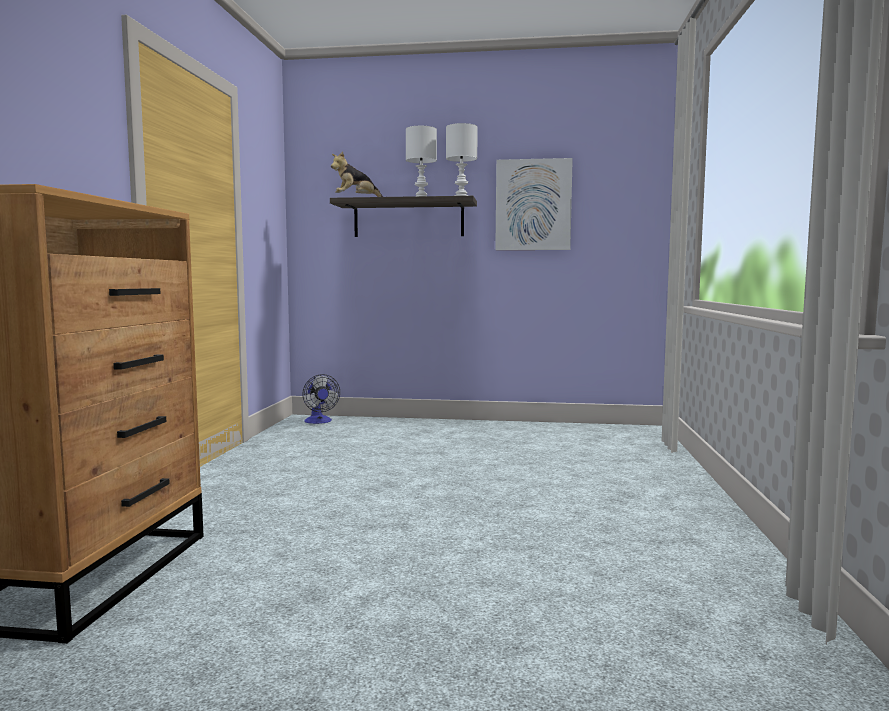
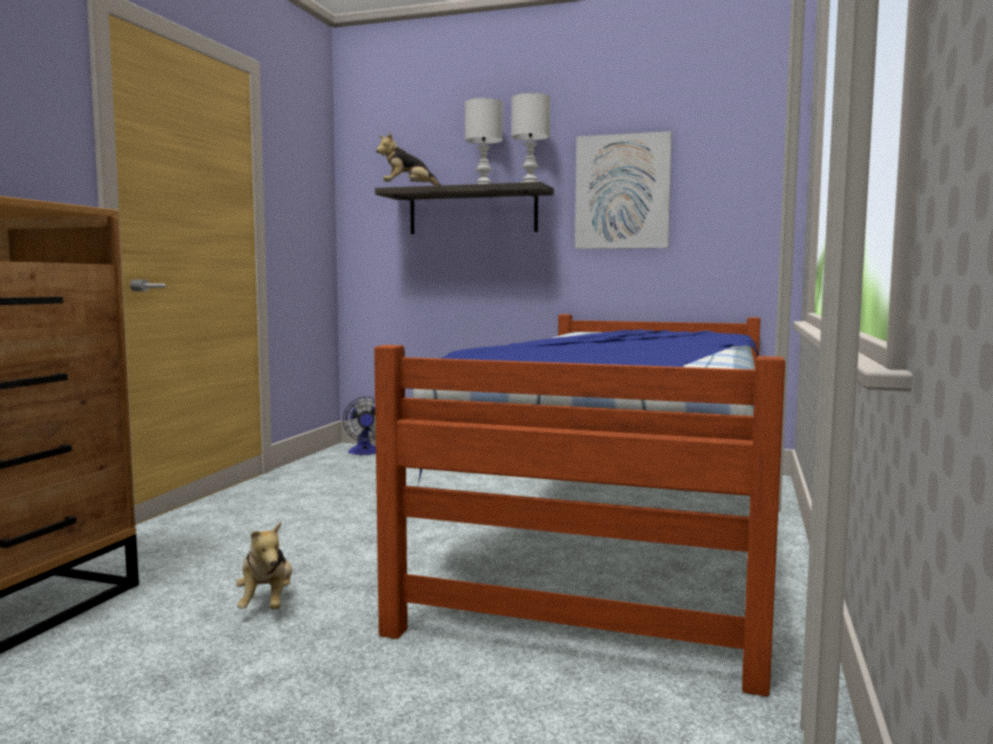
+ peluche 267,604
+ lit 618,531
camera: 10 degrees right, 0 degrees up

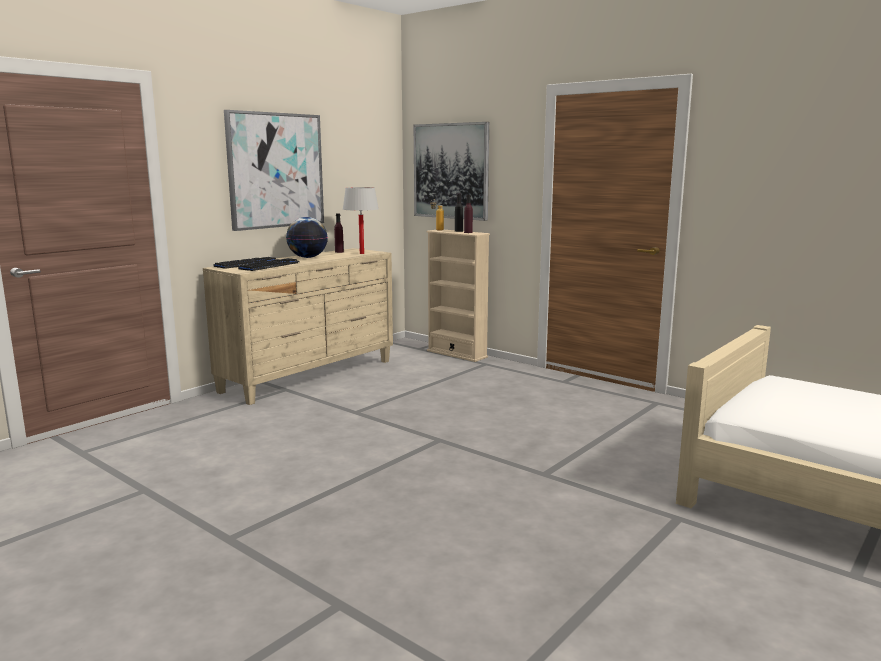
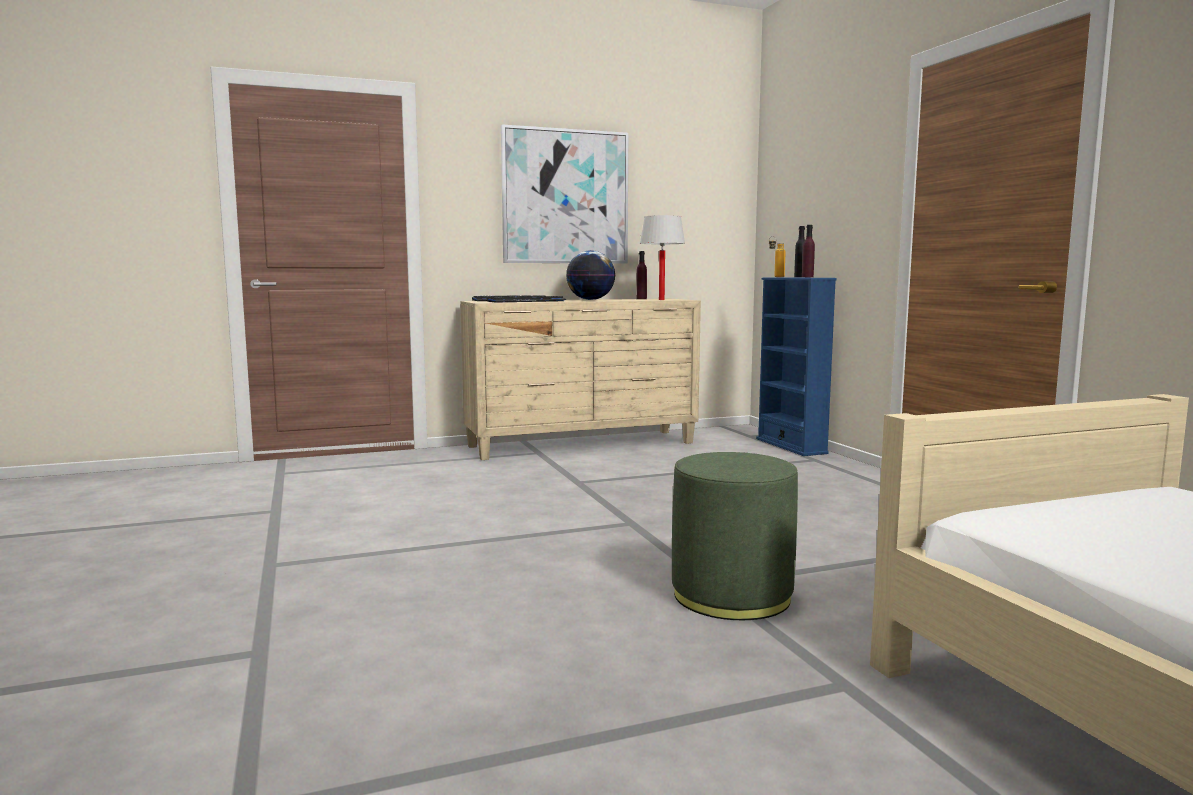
- tableau 451,171
~ bibliothèque/beige 457,354 to bibliothèque/bleu 791,446
+ pouf/vert 731,595
camera: 30 degrees right, 5 degrees down

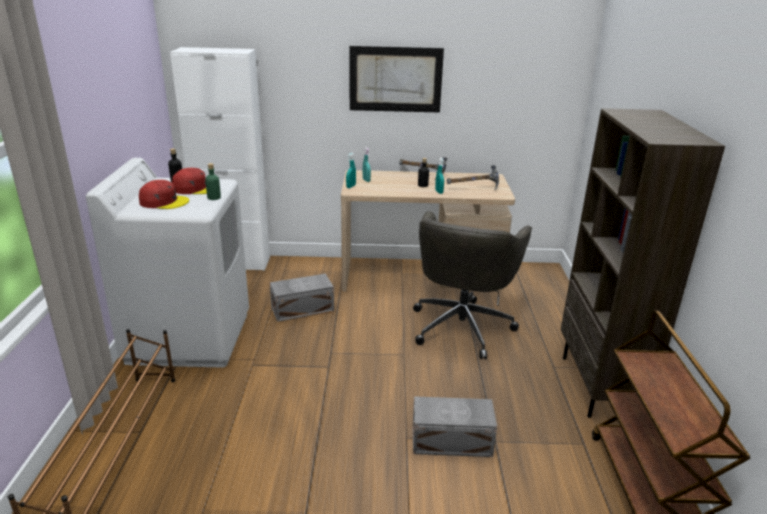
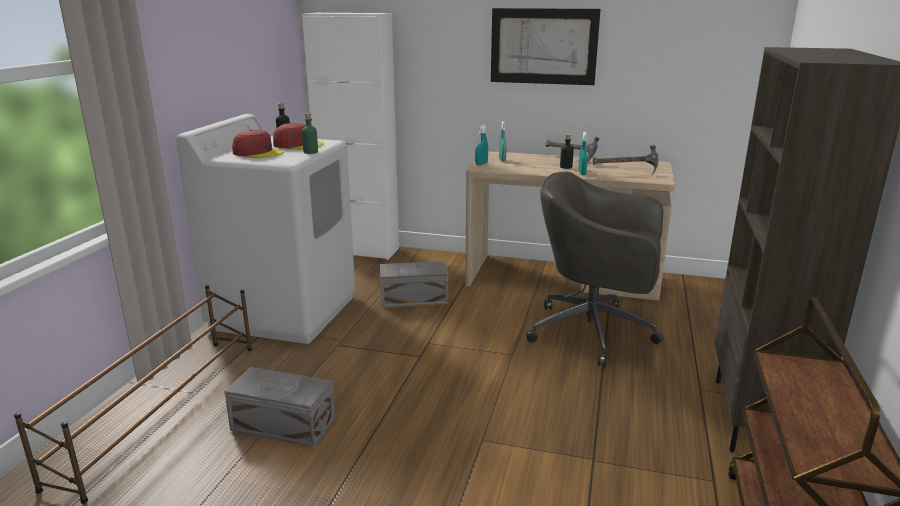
~ chaise de bureau/gris 462,325 = 595,333 75 degrees clockwise
~ boîte de rangement/gris 452,442 to 284,425
camera: 15 degrees right, 5 degrees down

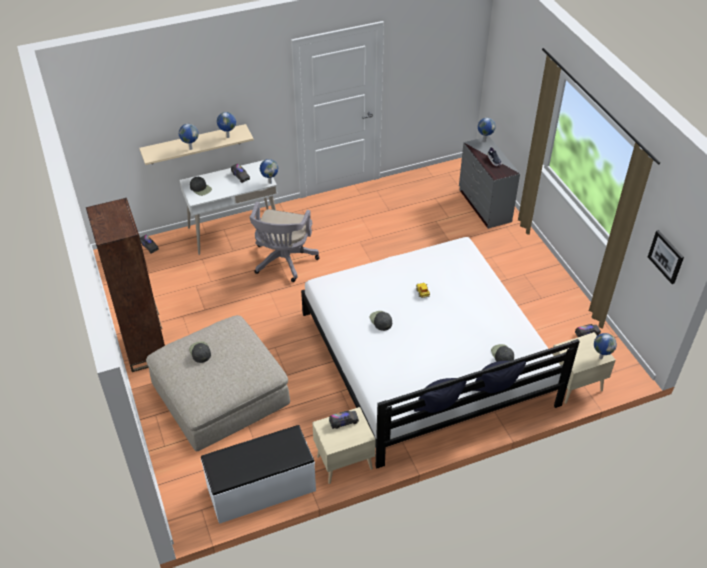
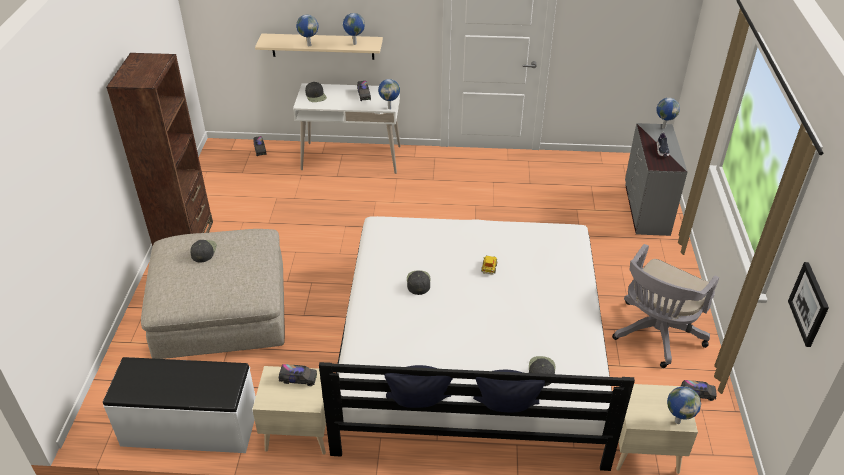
~ chaise de bureau/gris 283,262 to 655,335
camera: 25 degrees right, 5 degrees down

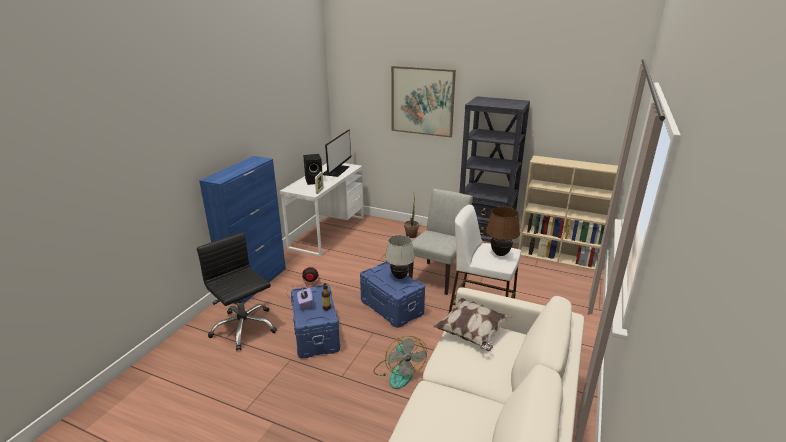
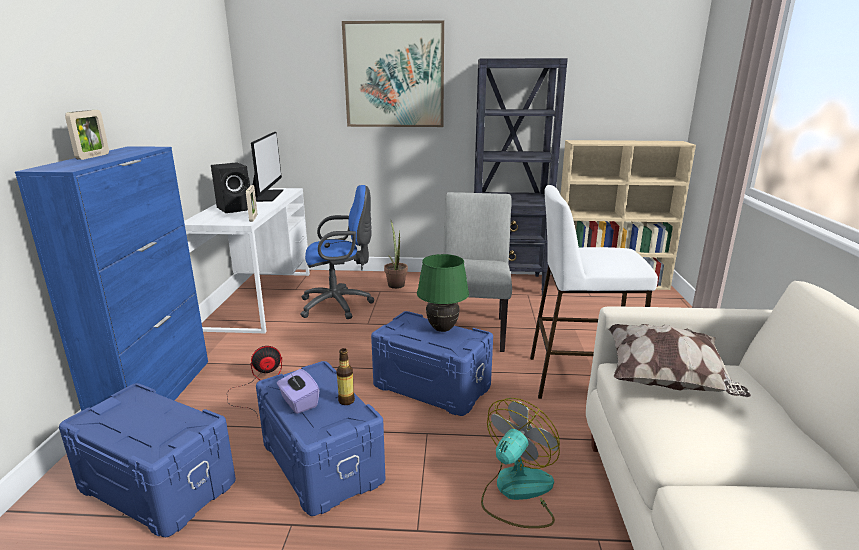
~ chaise de bureau/noir 244,328 to boîte de rangement/bleu 159,484
~ ventilateur 398,372 = 516,492 105 degrees counterclockwise
~ lampe de table/blanc 400,277 to lampe de table/vert 442,329
- lampe de table/marron 500,254
+ cadre photo 93,156
+ chaise de bureau/bleu 340,305
camera: 20 degrees left, 5 degrees down

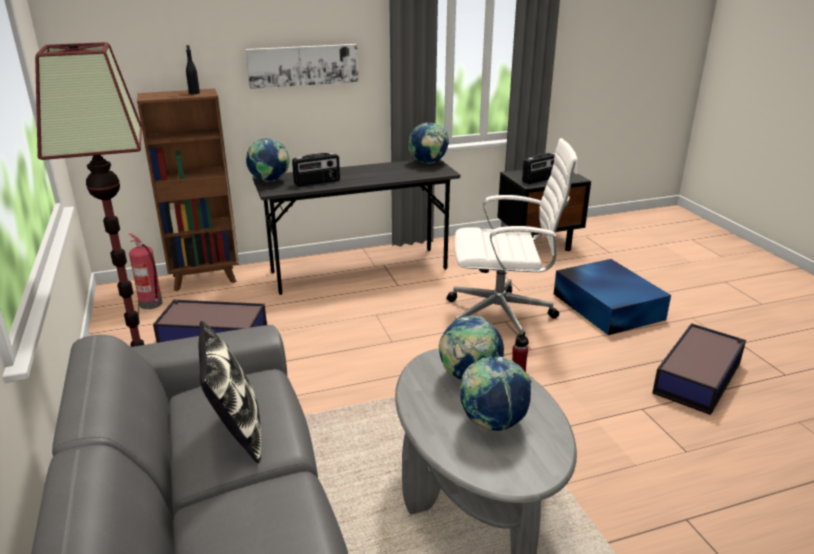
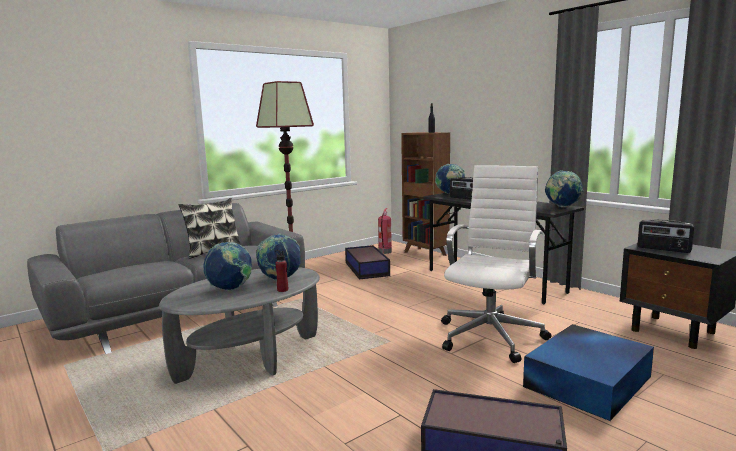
- tableau 303,65
~ chaise de bureau/blanc 502,317 = 491,335 135 degrees counterclockwise
camera: 70 degrees right, 15 degrees down

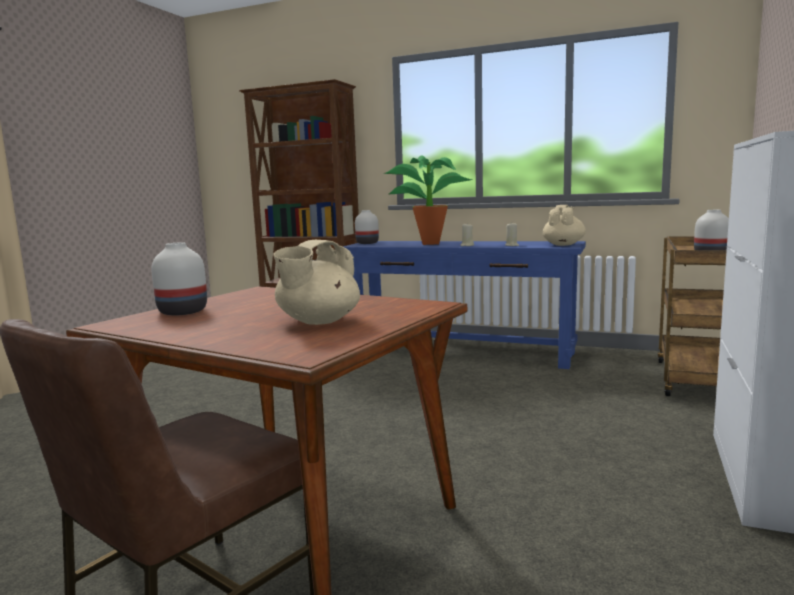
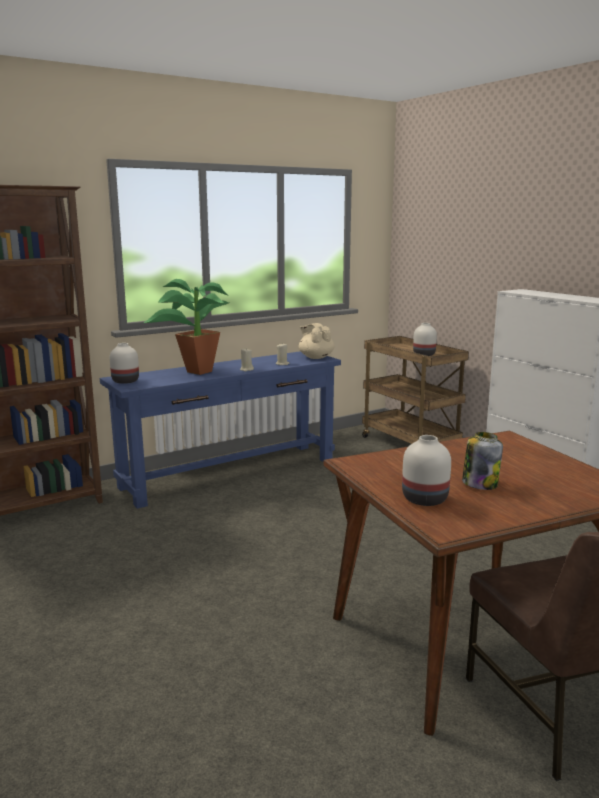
- théière/beige 318,321
+ bocal 479,484
camera: 55 degrees left, 5 degrees up

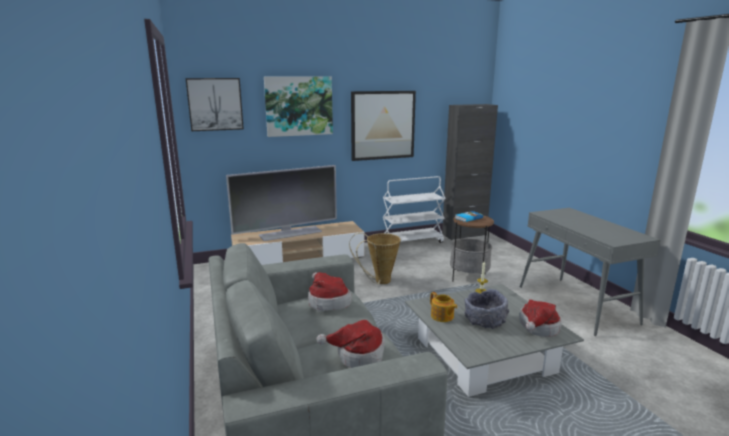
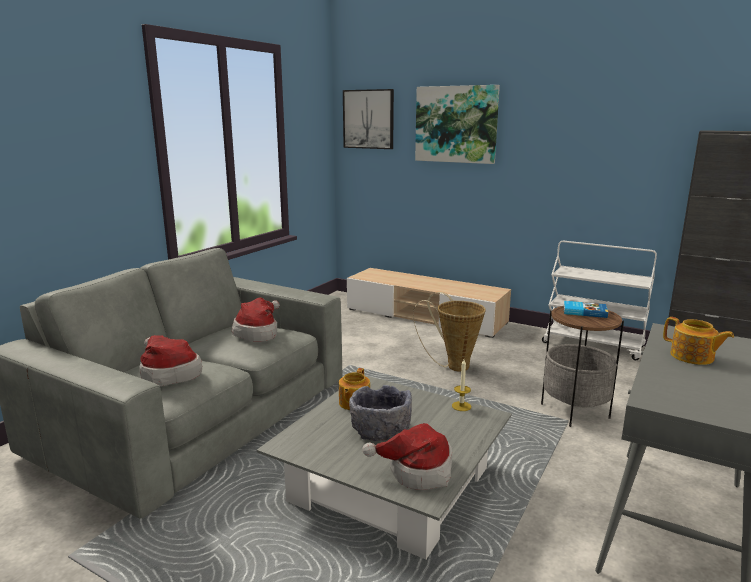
- téléviseur 290,233
- tableau 382,125
+ théière 692,357
camera: 50 degrees right, 0 degrees up

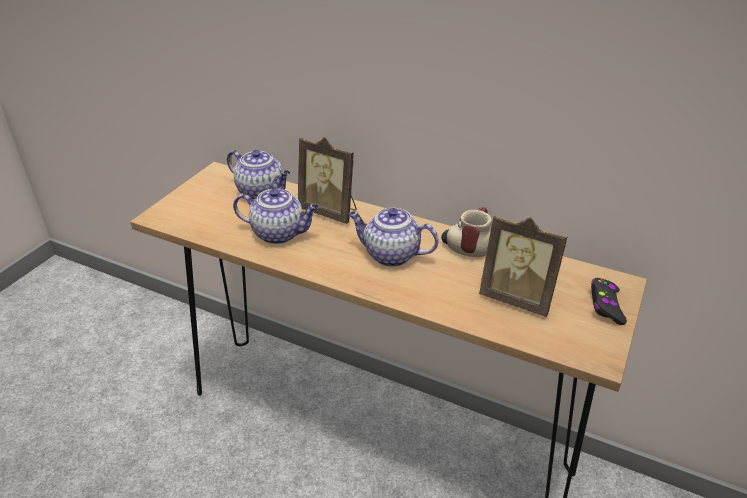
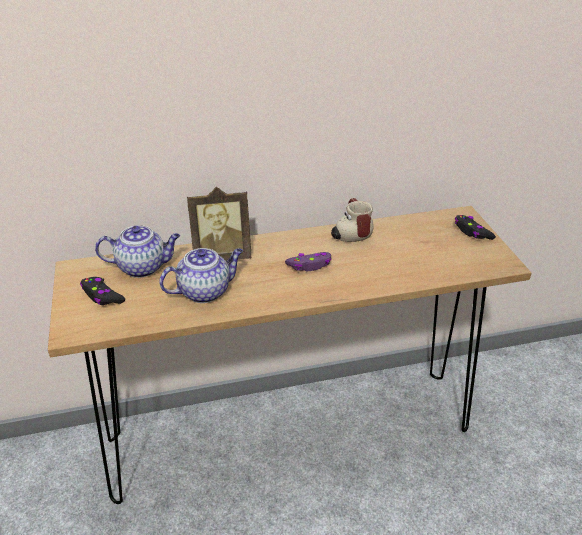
~ théière 390,255 to manette/violet 310,265
- cadre photo 517,298
+ manette/noir 102,296
camera: 40 degrees left, 0 degrees up

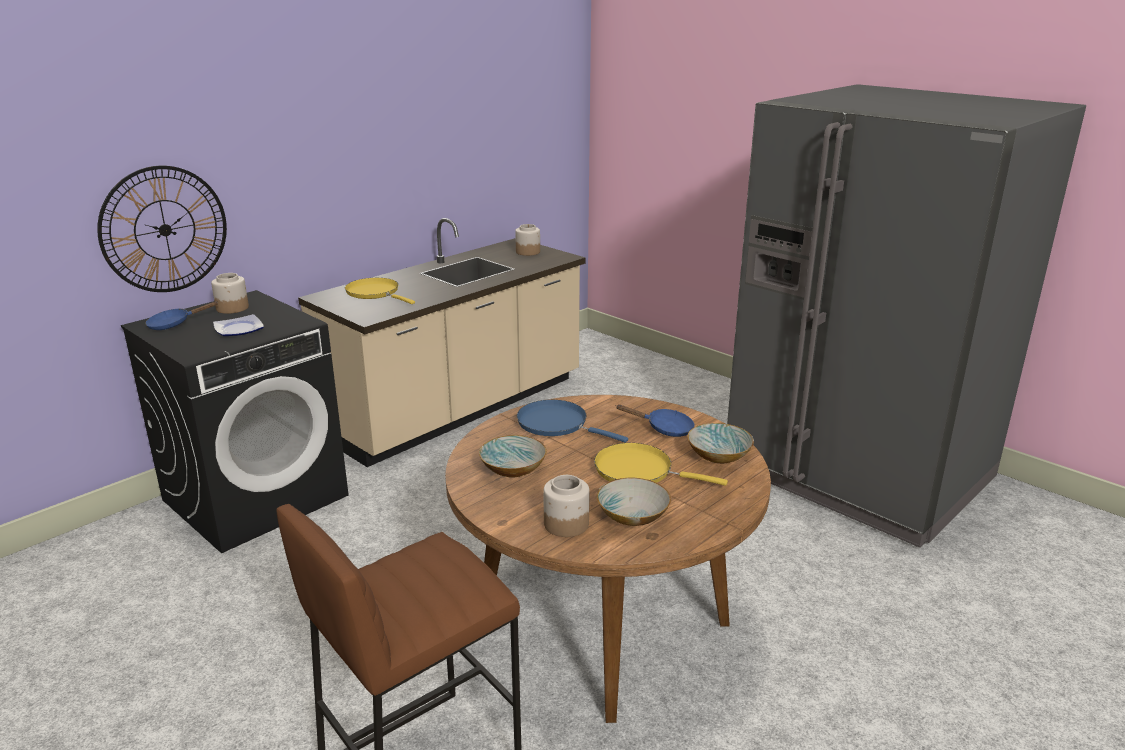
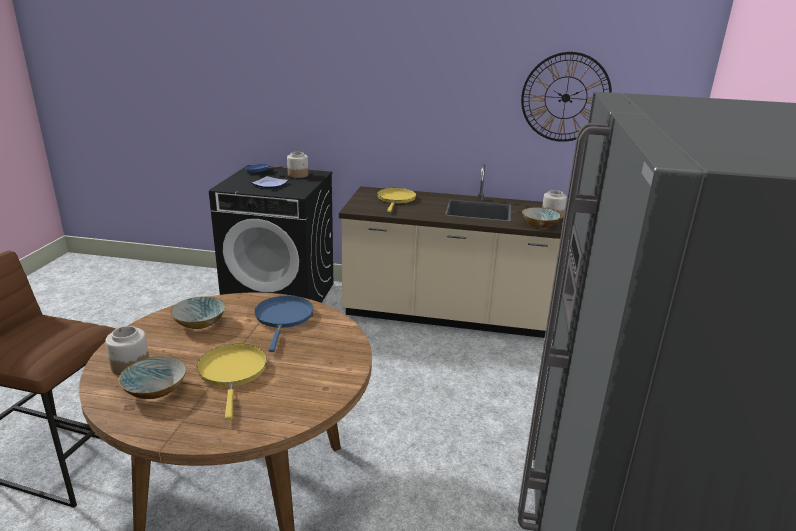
~ horloge murale 165,230 to 565,97
- poêle/bleu 664,428
~ bol 719,456 to 540,225
camera: 55 degrees right, 0 degrees up

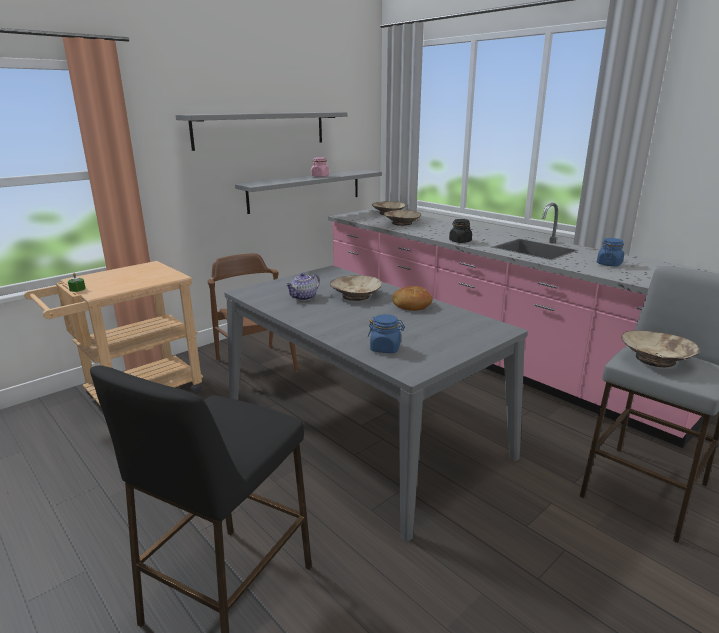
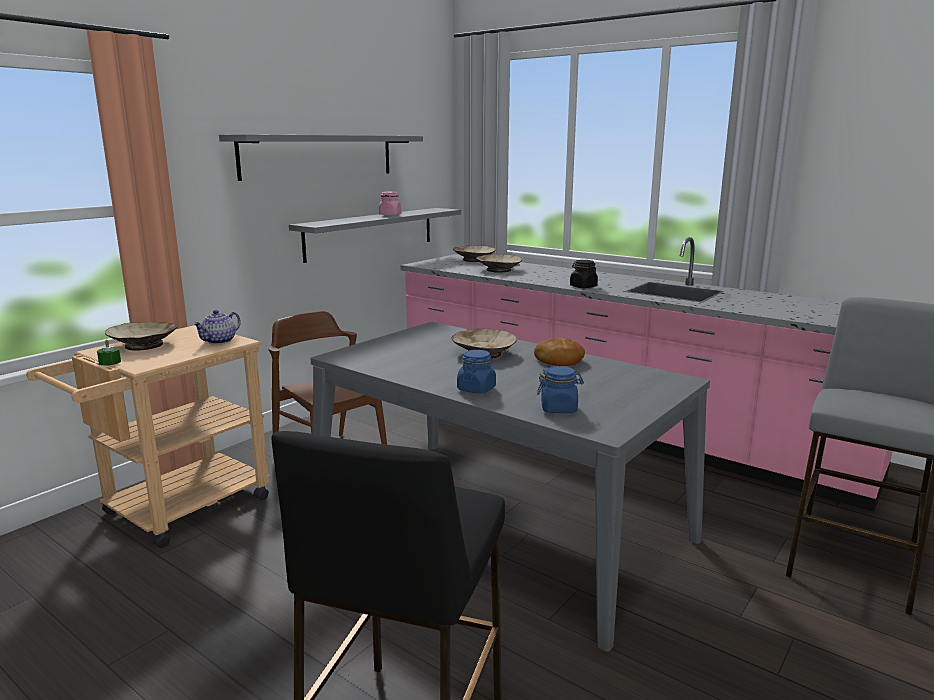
~ théière 304,298 to 219,341
~ bocal/bleu 609,264 to 476,389
~ bol/beige 656,359 to 144,345
camera: 10 degrees left, 5 degrees down

